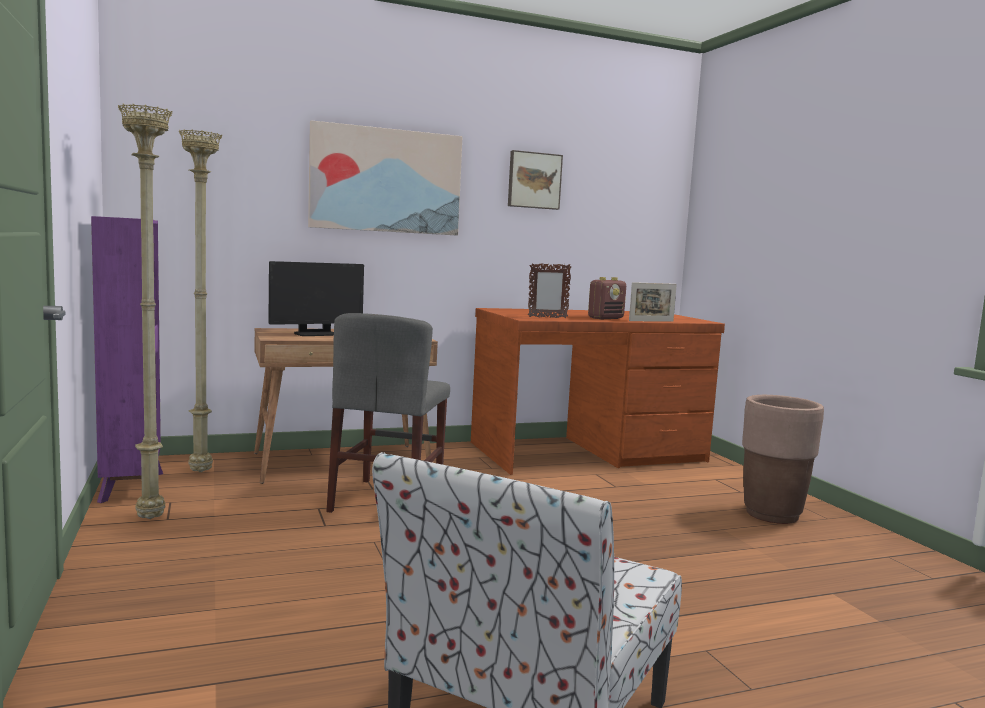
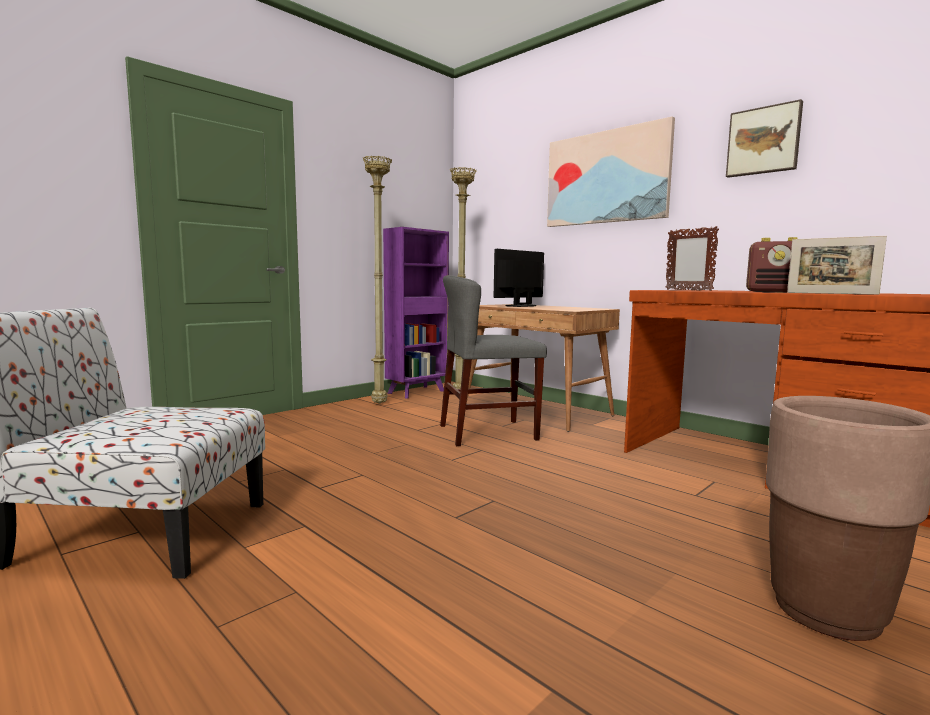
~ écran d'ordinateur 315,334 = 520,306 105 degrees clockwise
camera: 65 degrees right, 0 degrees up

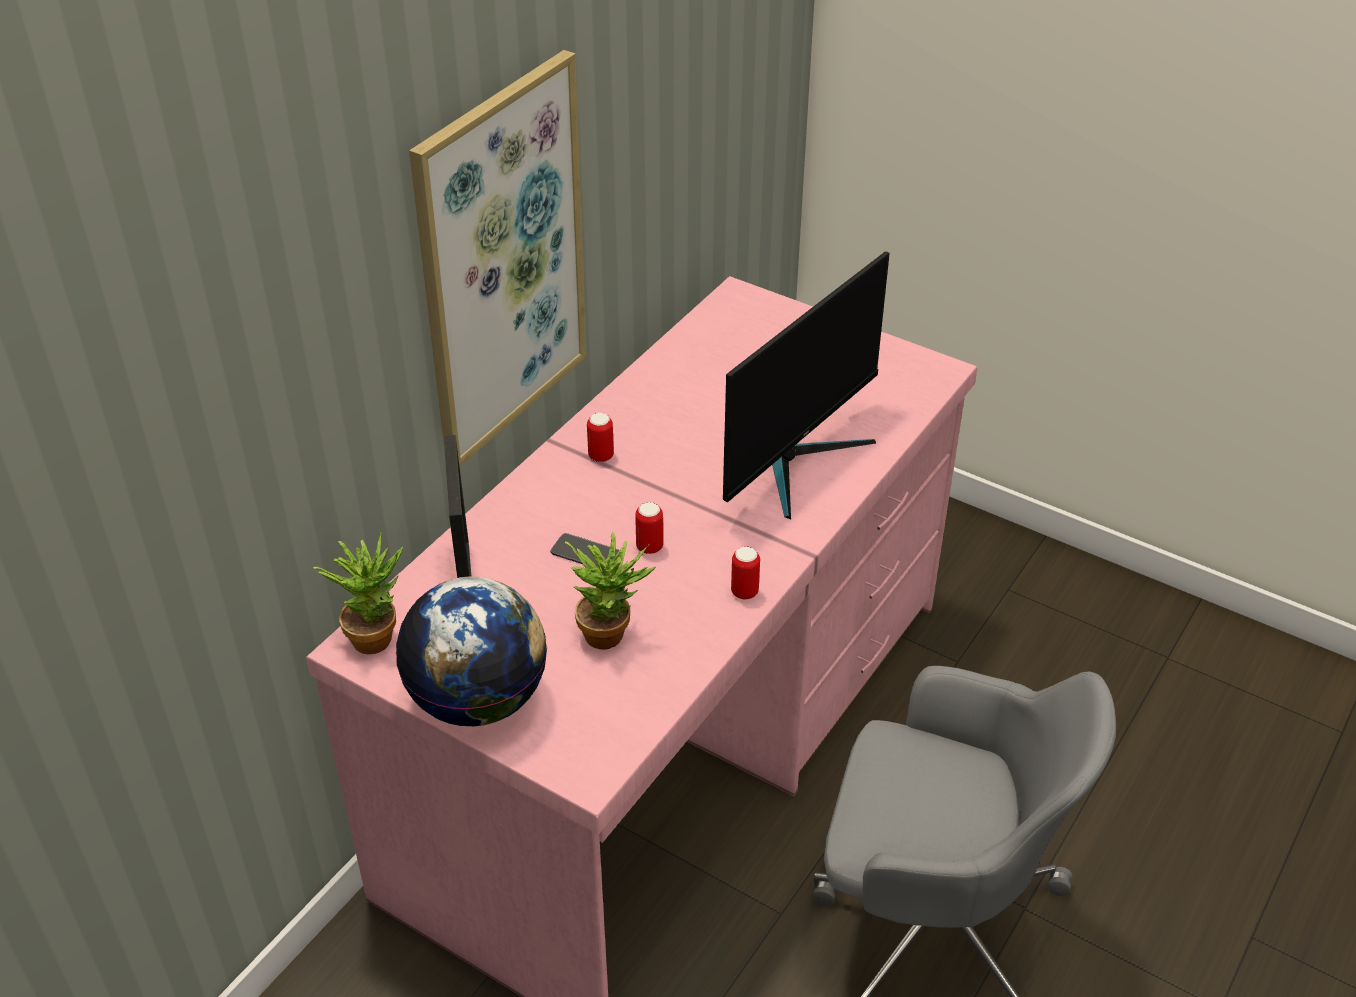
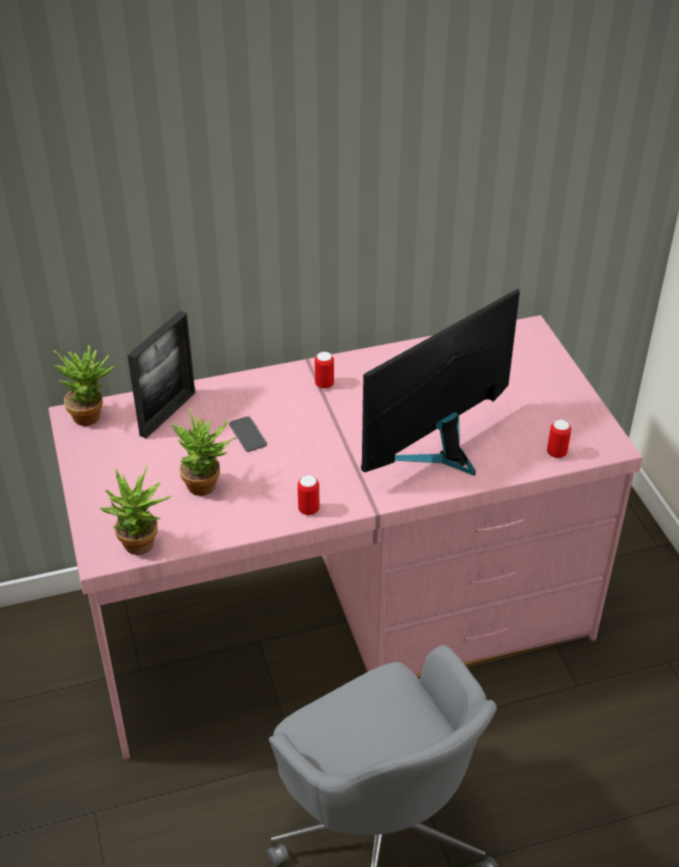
- globe 478,700
- tableau 501,263
~ boîte métallique 649,547 to 556,453
~ écran d'ordinateur 796,459 = 439,450 150 degrees clockwise
+ plante en pot 142,548
camera: 40 degrees right, 0 degrees up

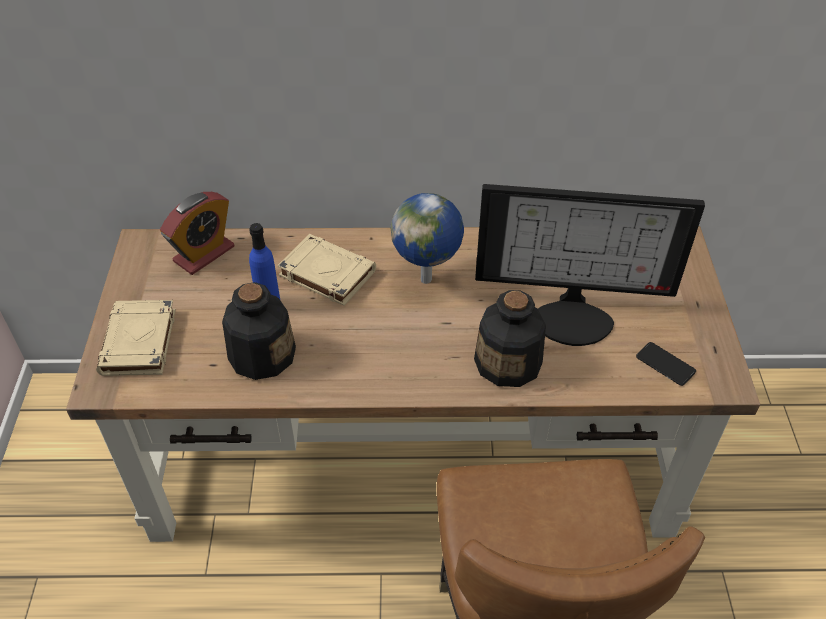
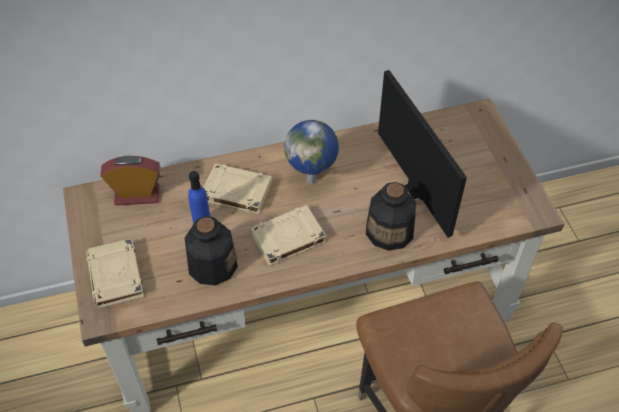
~ réveil 204,254 = 137,195 120 degrees counterclockwise
~ écran d'ordinateur 573,316 = 424,186 105 degrees counterclockwise
- téléphone 665,364
+ livre/beige 287,238
camera: 15 degrees left, 5 degrees up

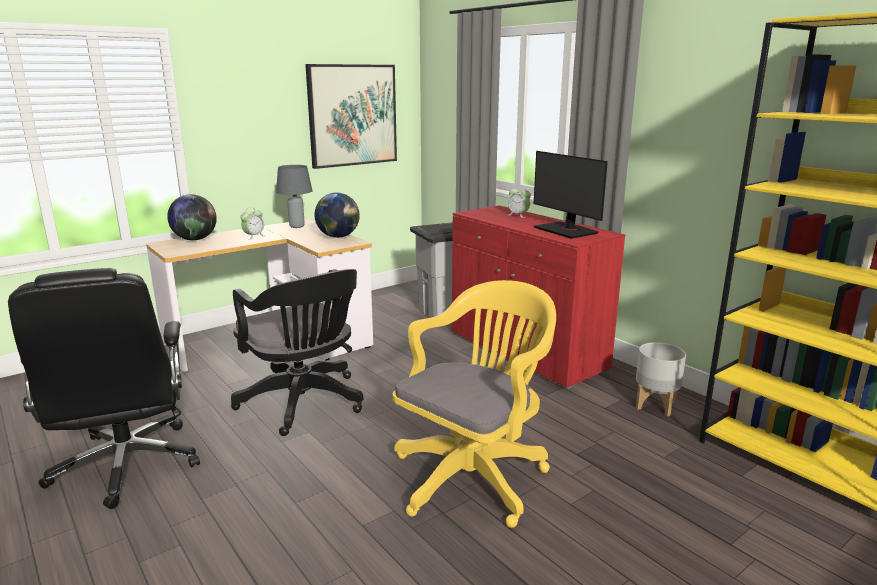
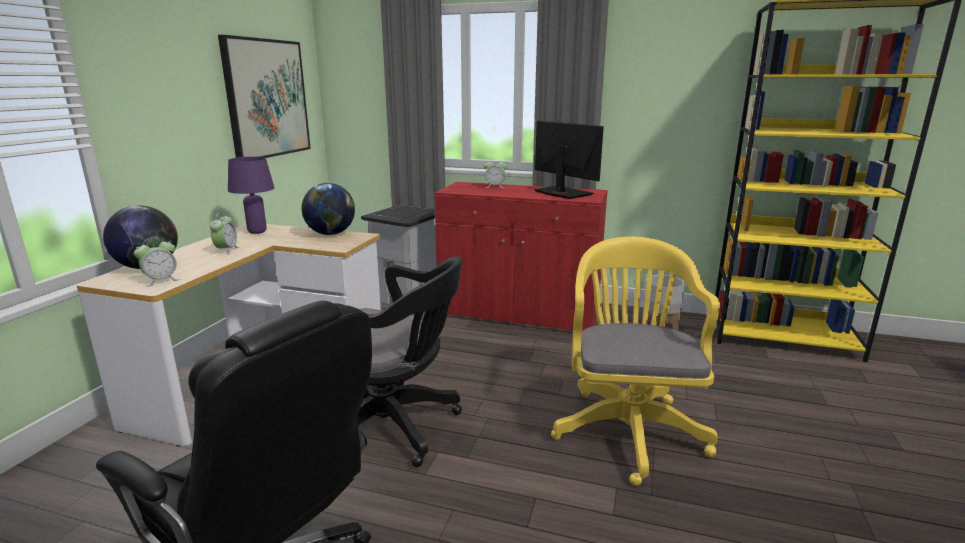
~ lampe de table/gris 296,227 to lampe de table/violet 257,232
~ écran d'ordinateur 566,230 = 562,193 150 degrees counterclockwise
+ réveil 161,281
camera: 35 degrees left, 0 degrees up

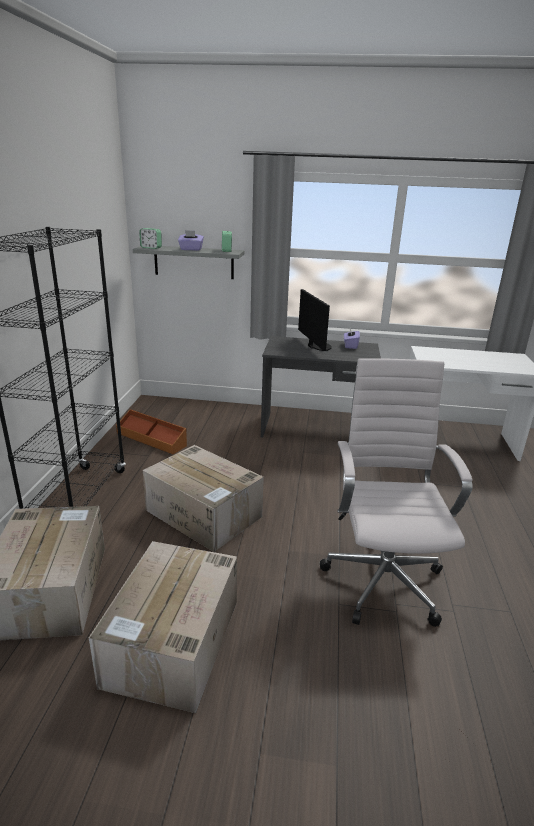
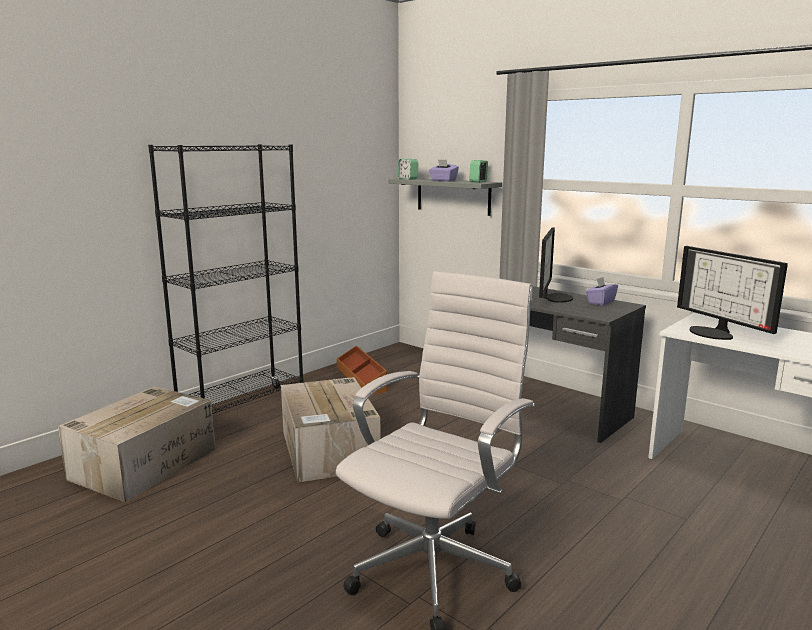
- carton 172,643
+ écran d'ordinateur 714,333
camera: 35 degrees right, 10 degrees down

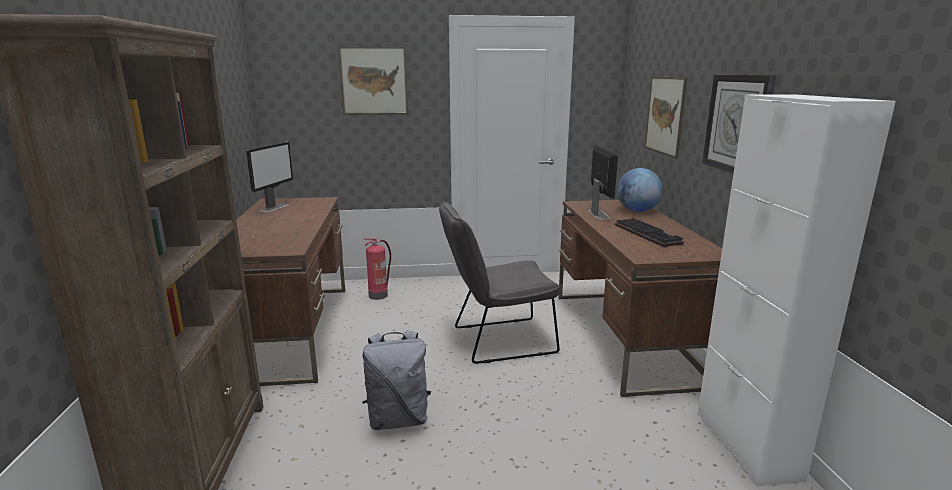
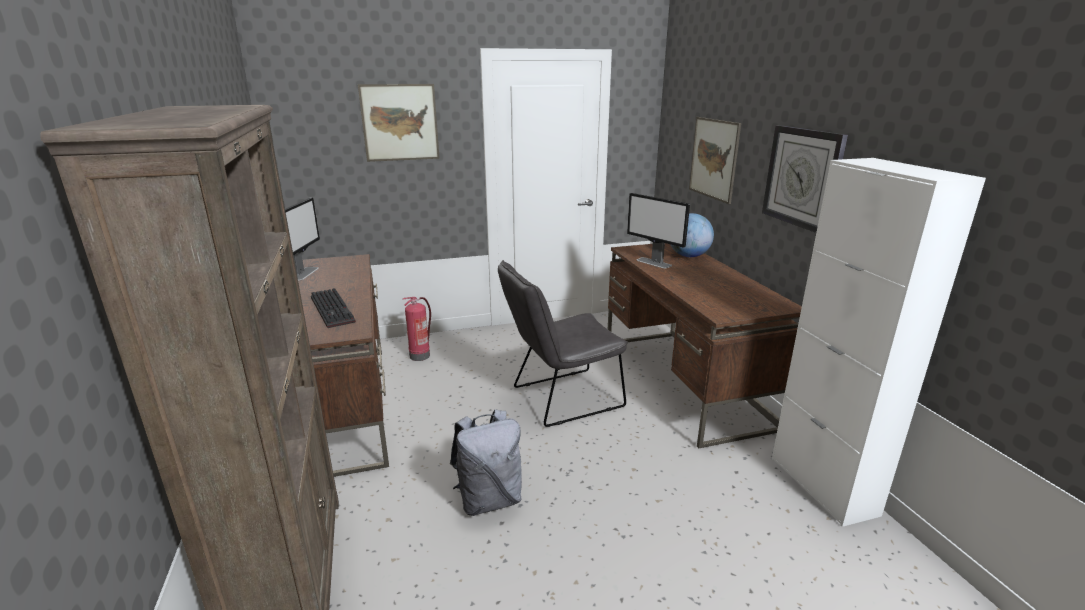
~ écran d'ordinateur 598,214 = 654,263 150 degrees clockwise
~ clavier 649,234 to 334,310
camera: 10 degrees left, 5 degrees up

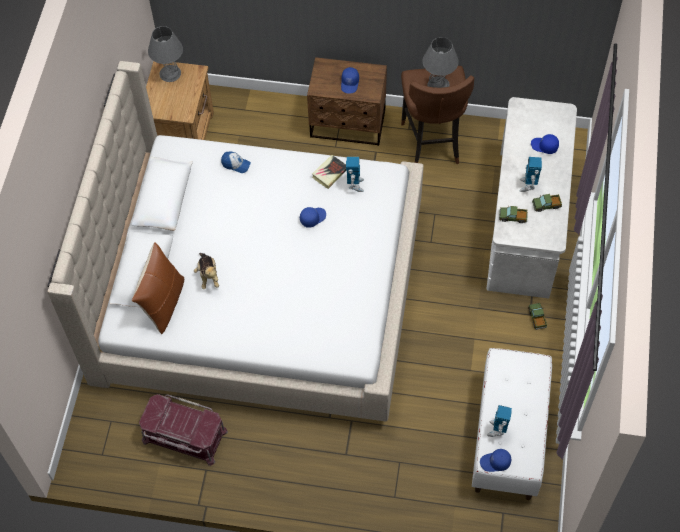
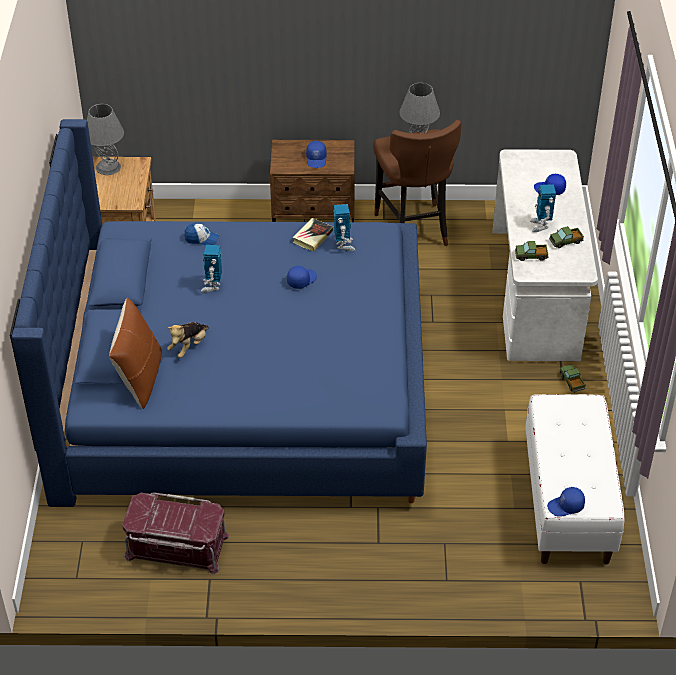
~ lit/beige 259,292 to lit/bleu 241,390
~ peluche 208,275 = 189,346 60 degrees clockwise
~ robot jouet 497,430 to 212,286
camera: 10 degrees left, 15 degrees down

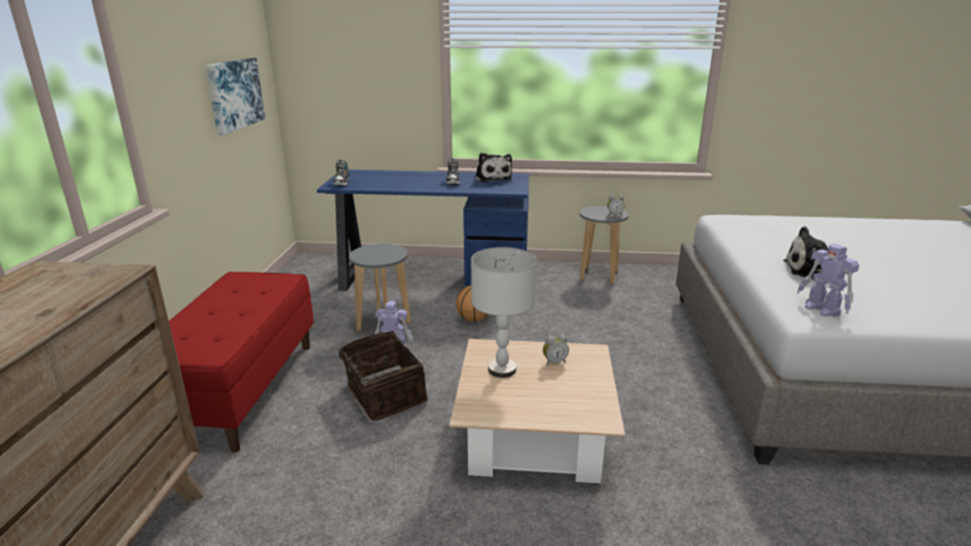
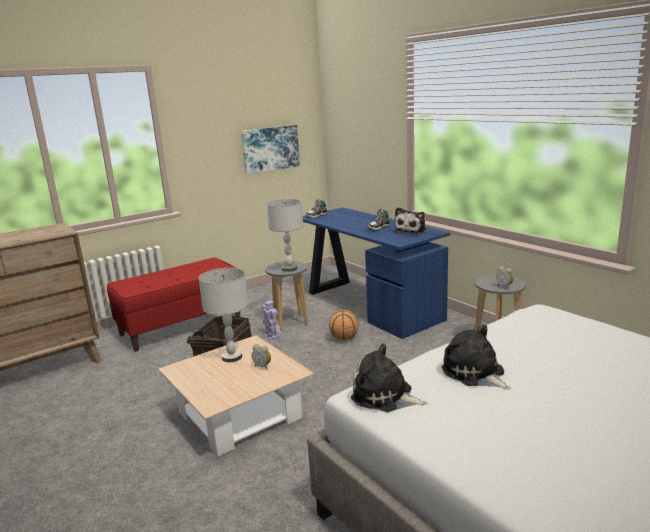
~ robot jouet 822,310 to peluche 385,396
+ lampe de table/gris 289,268
camera: 50 degrees right, 5 degrees down

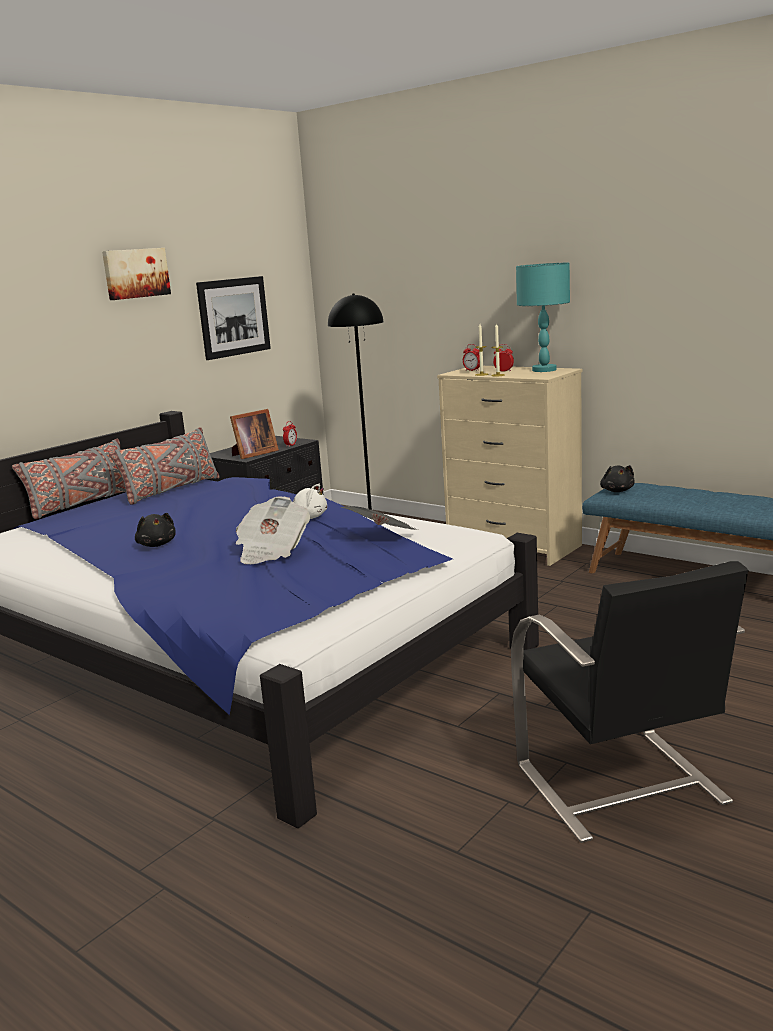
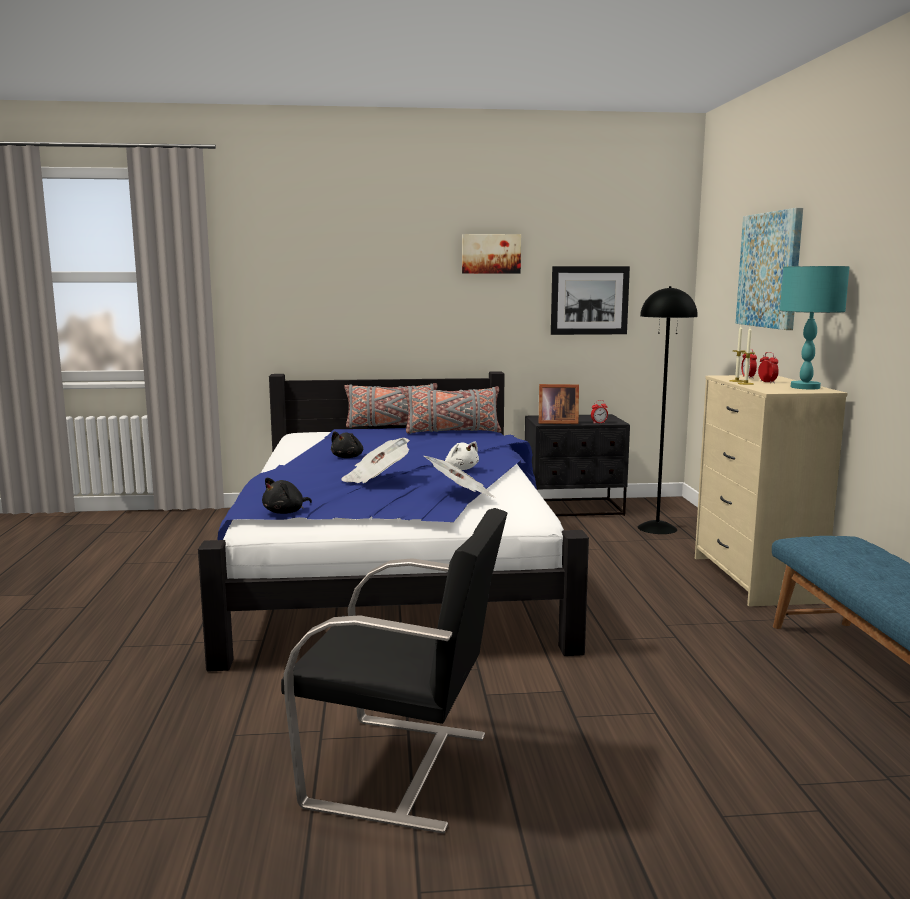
~ chaise/noir 621,785 = 401,770 105 degrees counterclockwise
~ peluche/noir 617,491 to 286,512
+ tableau 770,270
camera: 45 degrees right, 5 degrees down

